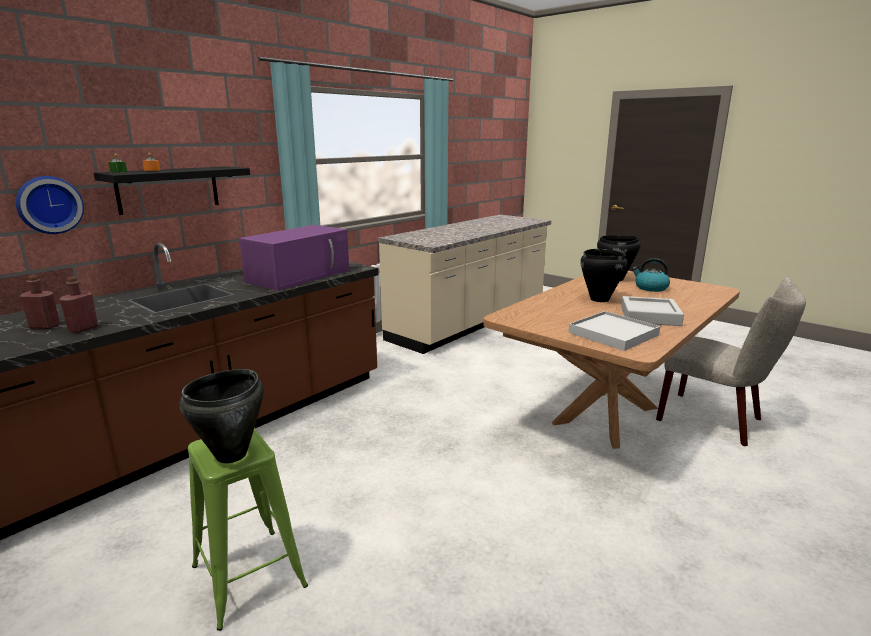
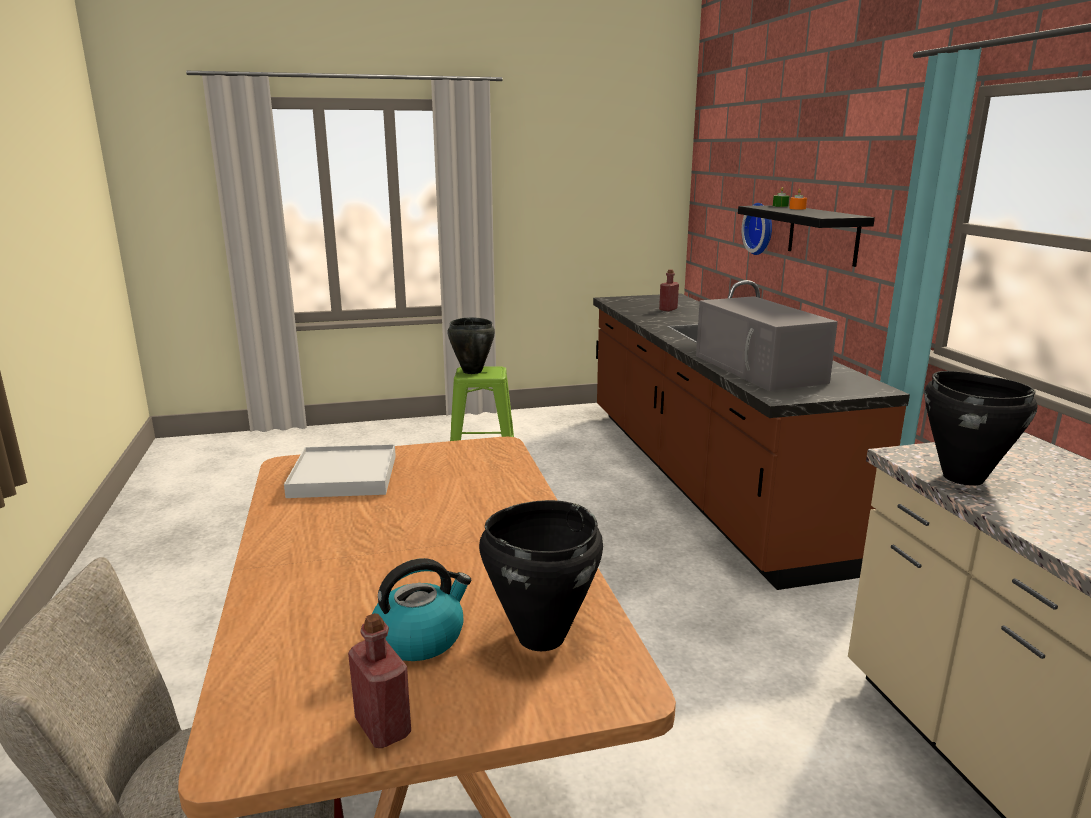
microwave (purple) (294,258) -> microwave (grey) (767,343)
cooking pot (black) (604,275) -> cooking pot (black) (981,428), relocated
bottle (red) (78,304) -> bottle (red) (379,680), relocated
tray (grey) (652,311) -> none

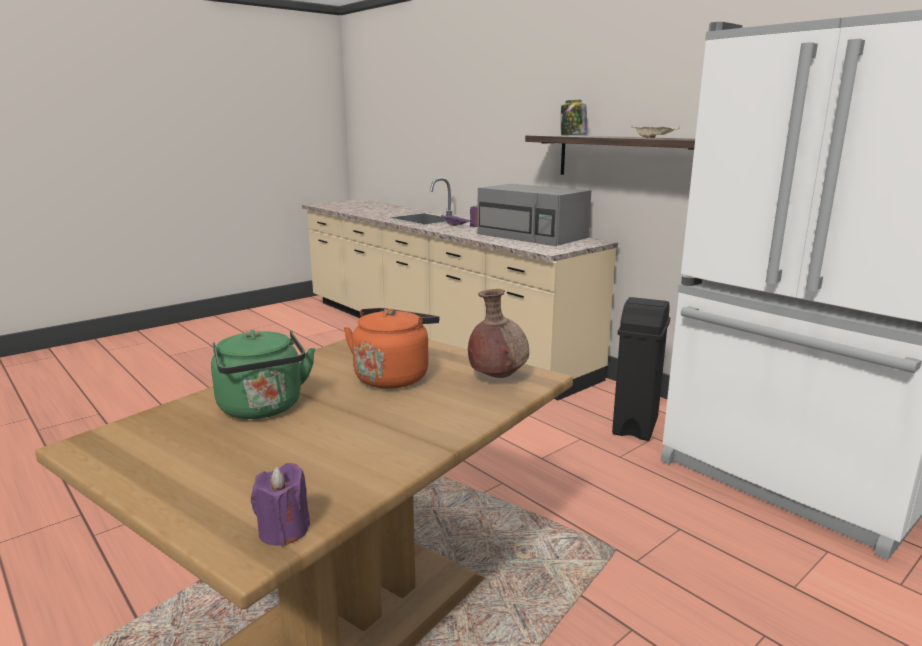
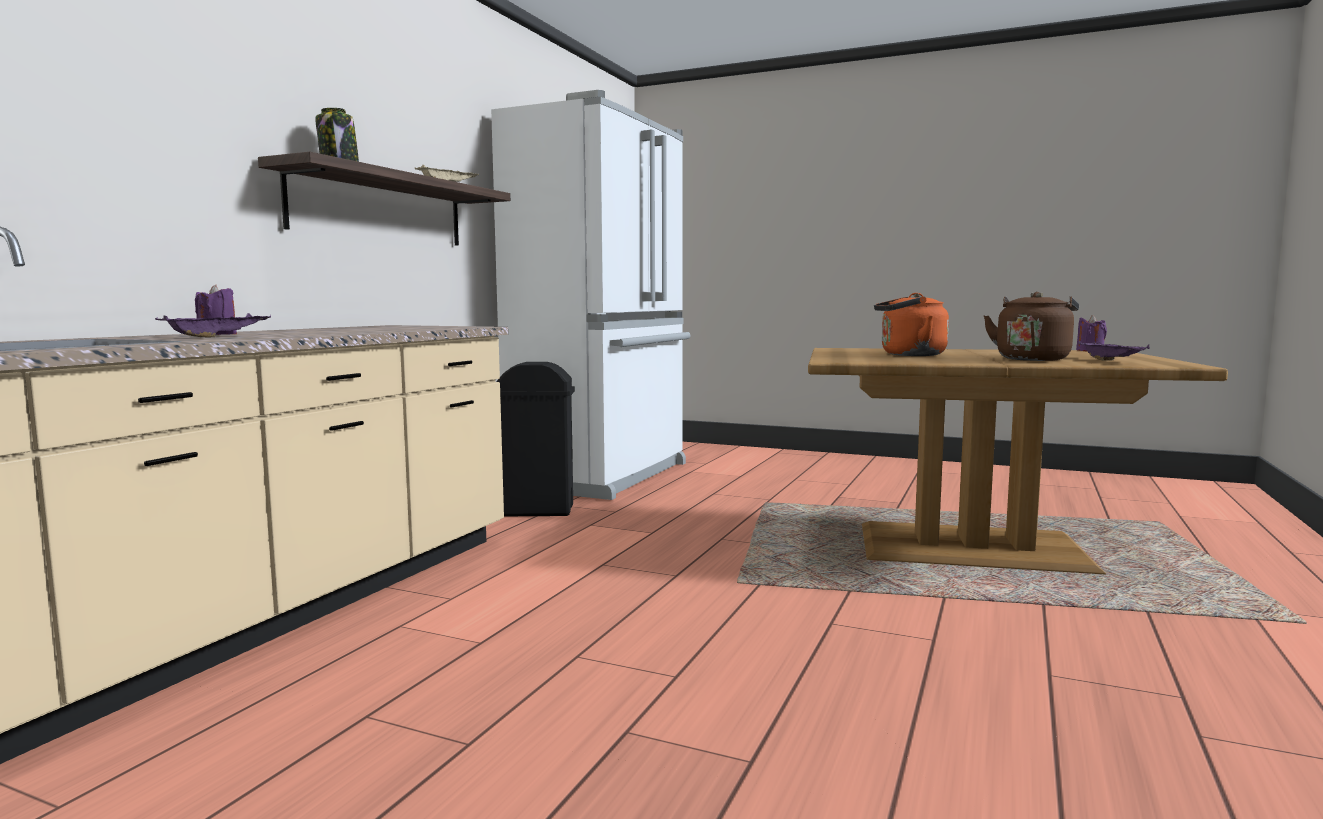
microwave (grey) (534,215) -> none
vase (brown) (498,333) -> none
kettle (green) (263,374) -> kettle (brown) (1031,326)
none -> tray (purple) (1114,351)

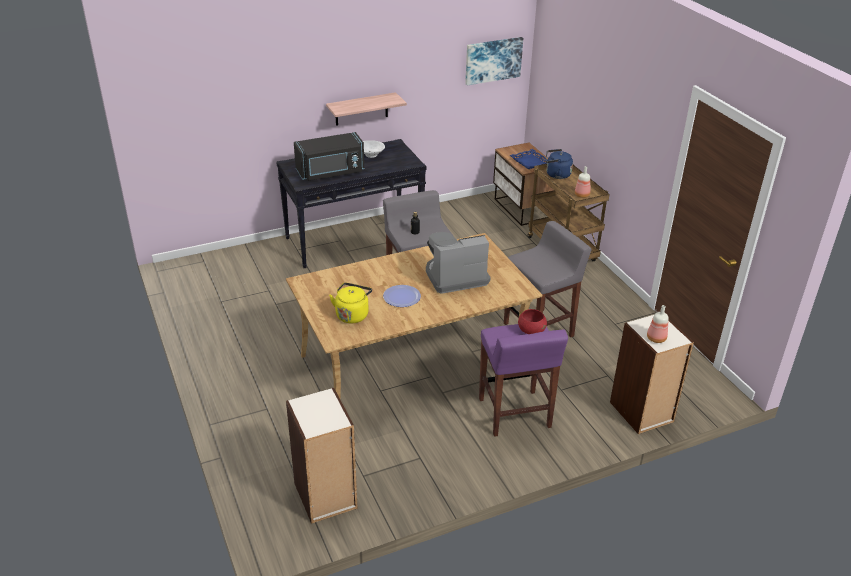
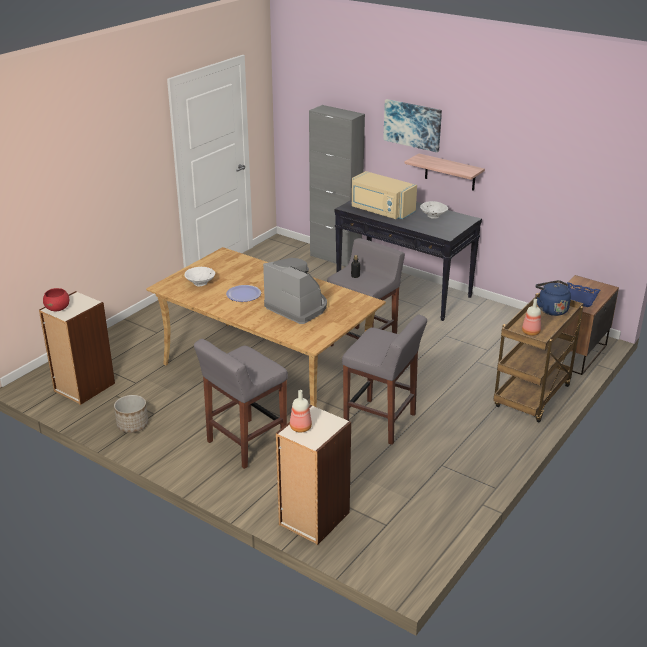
picture (494,61) -> picture (412,125), relocated
microwave (black) (329,156) -> microwave (beige) (384,195)
kettle (yellow) (350,303) -> bowl (white) (199,277)
bowl (red) (532,321) -> bowl (red) (56,299), relocated
stool (purple) (523,380) -> stool (grey) (241,404)
none -> cabinet (grey) (337,186)
none -> planter (131,414)

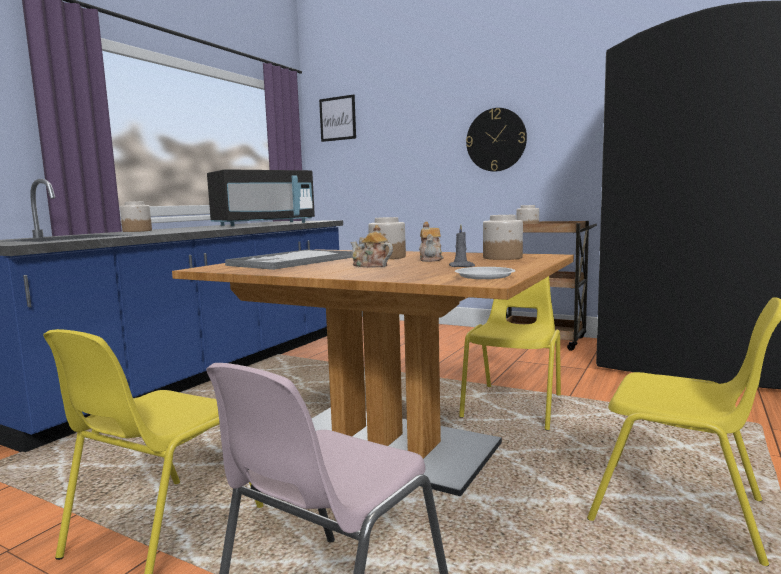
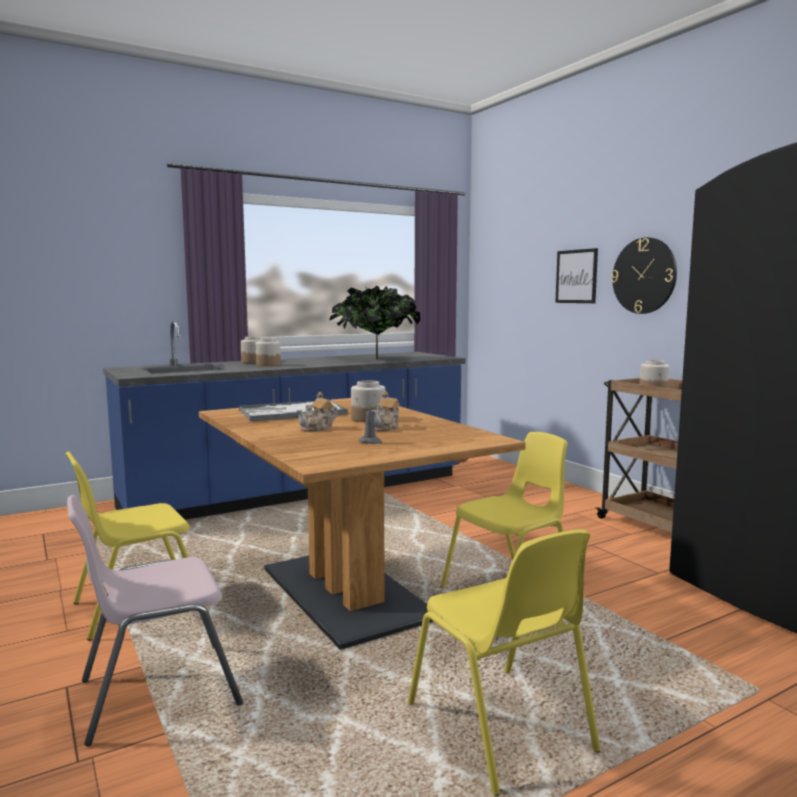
picture (337,118) -> picture (576,275), relocated
microwave (black) (261,197) -> potted plant (374,322)
jar (503,237) -> jar (268,352), relocated
teapot (372,246) -> teapot (317,412), 105 degrees counterclockwise
plate (white) (485,273) -> none

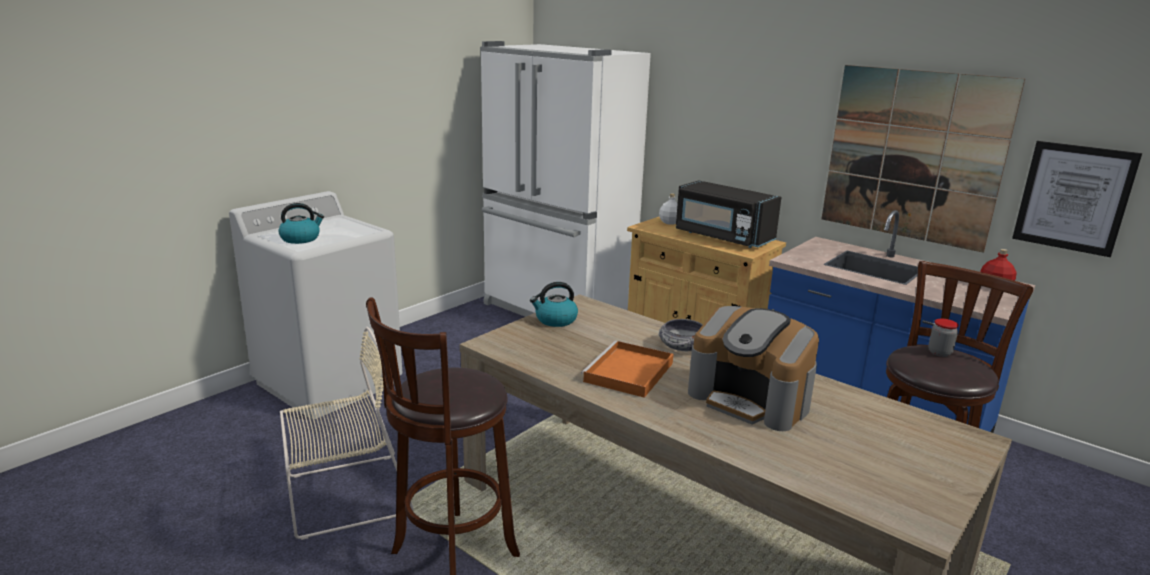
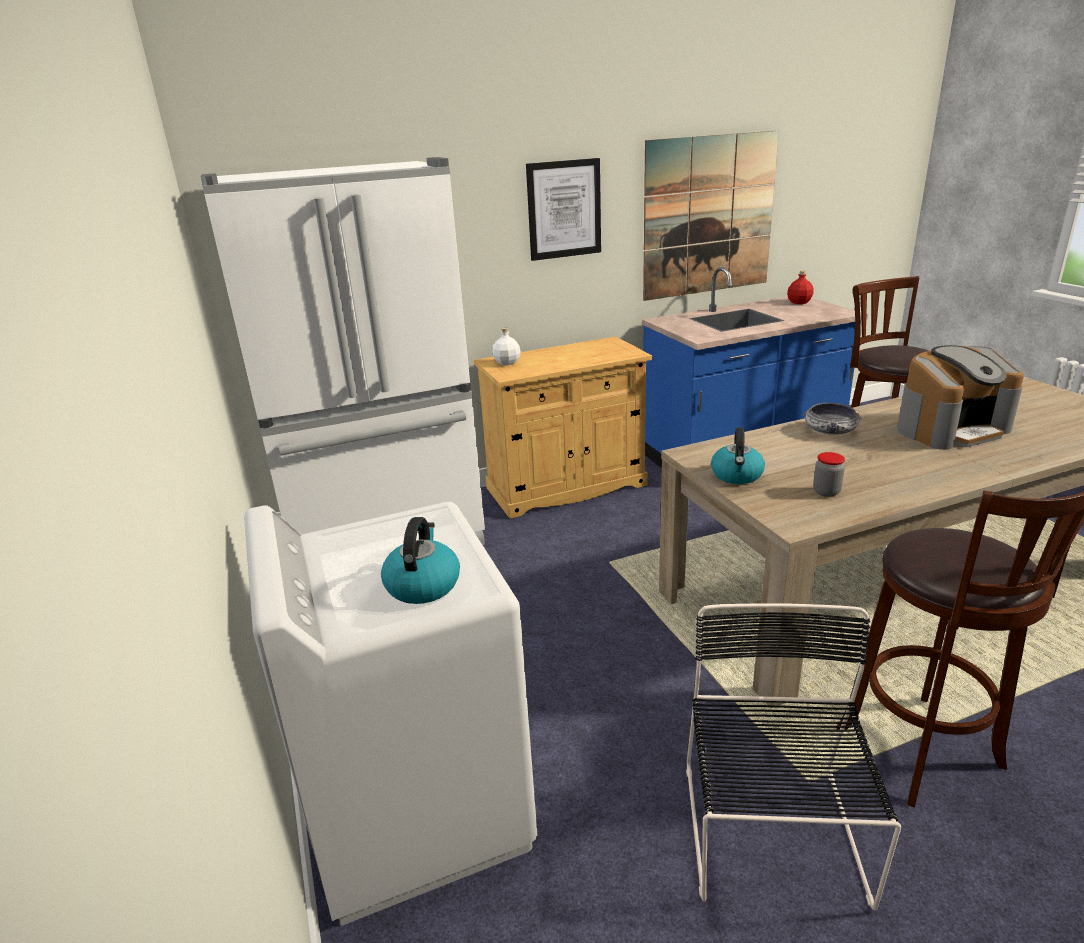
picture (1077,199) -> picture (563,209), relocated
microwave (black) (728,214) -> none
jar (943,338) -> jar (829,474), relocated
chair (beige) (347,433) -> chair (black) (793,757)
tray (orange) (627,369) -> none

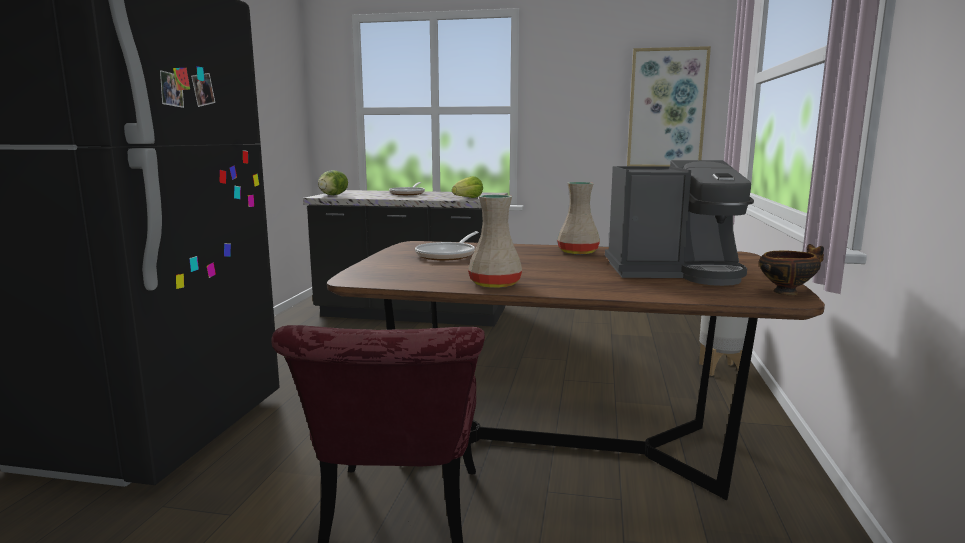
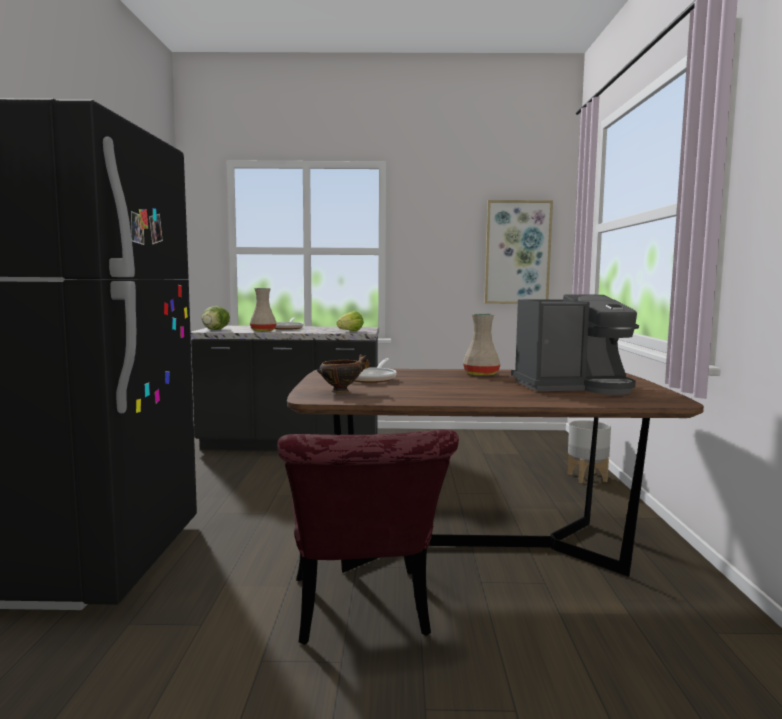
vase (beige) (495,241) -> vase (beige) (263,310), relocated
bowl (791,269) -> bowl (343,373), relocated

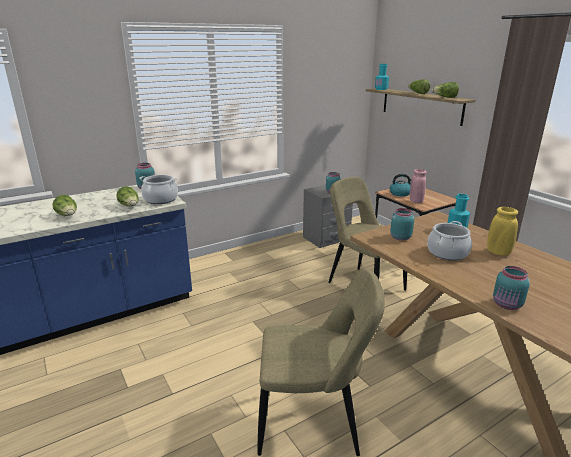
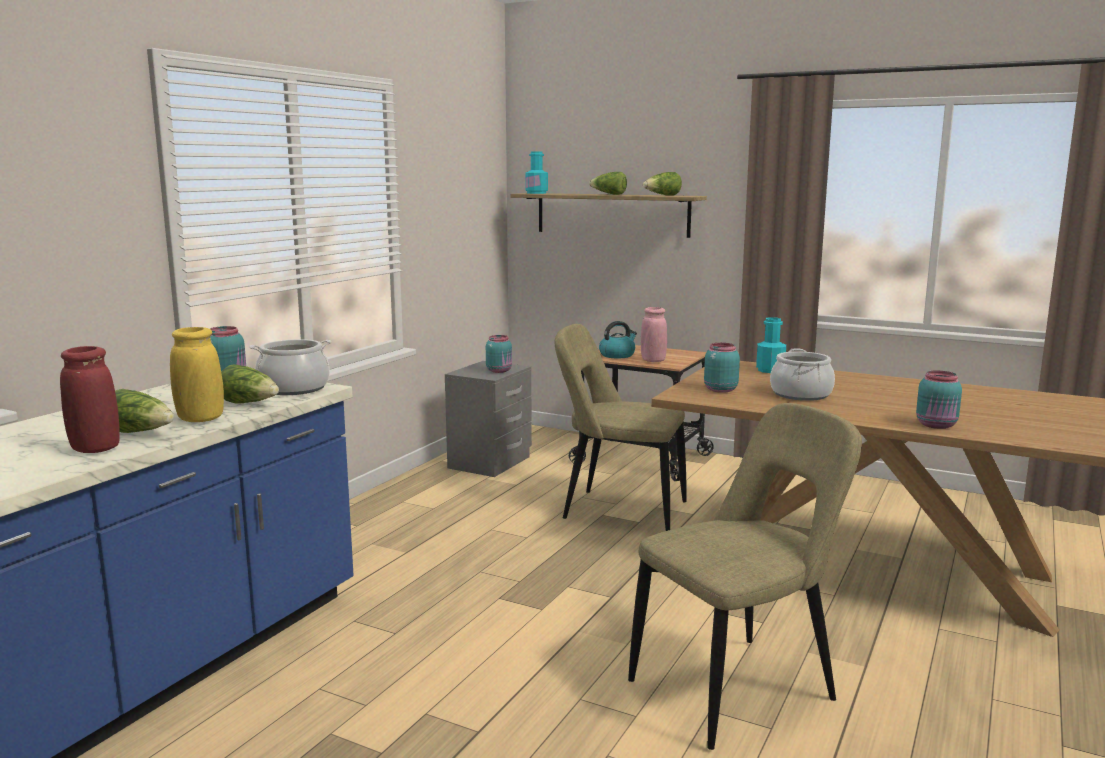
vase (yellow) (502,231) -> vase (yellow) (197,374), relocated
none -> vase (red) (90,399)

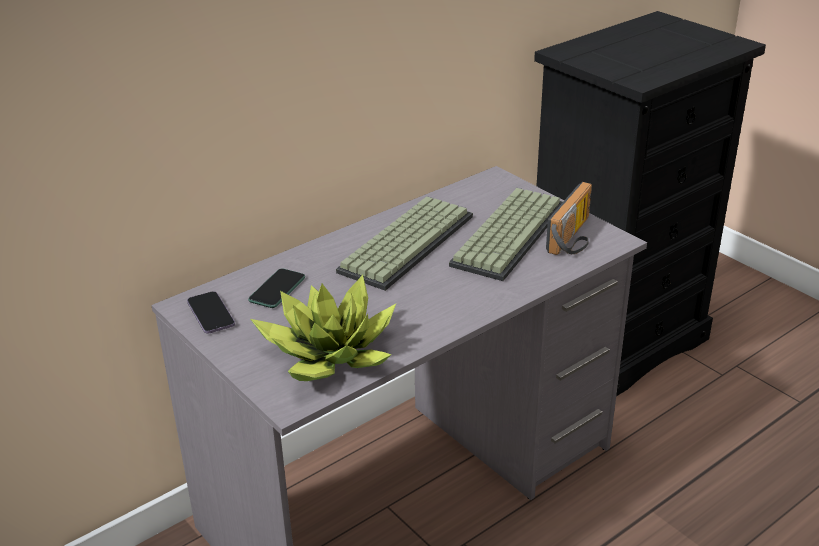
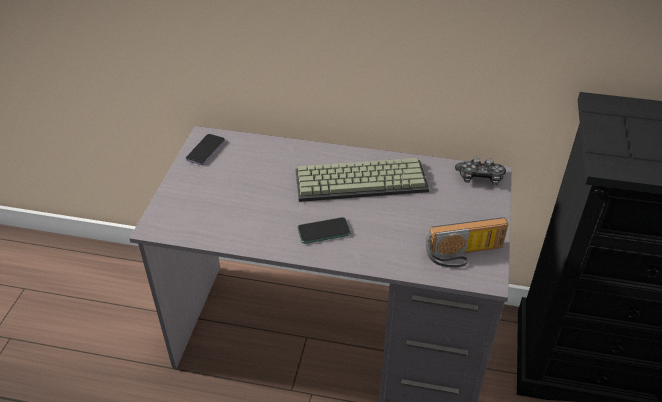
keyboard (506,234) -> none
phone (276,288) -> phone (324,230), relocated
potted plant (323,328) -> none
none -> game controller (480,171)

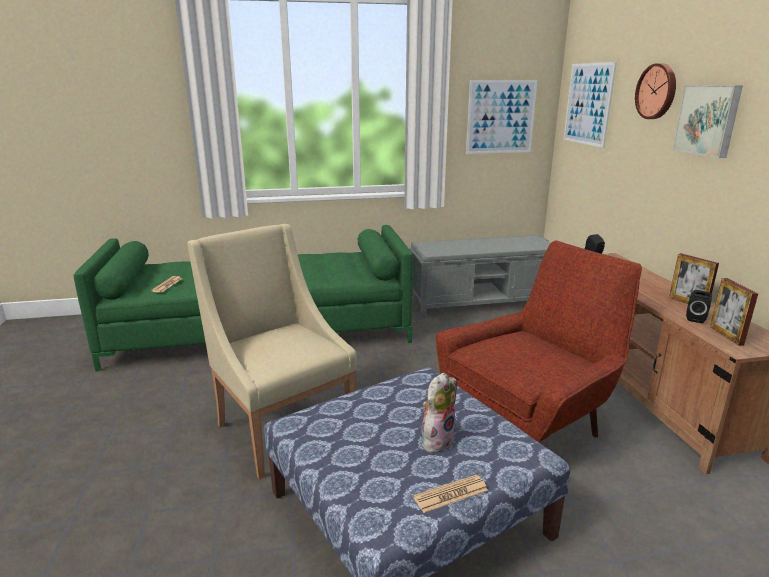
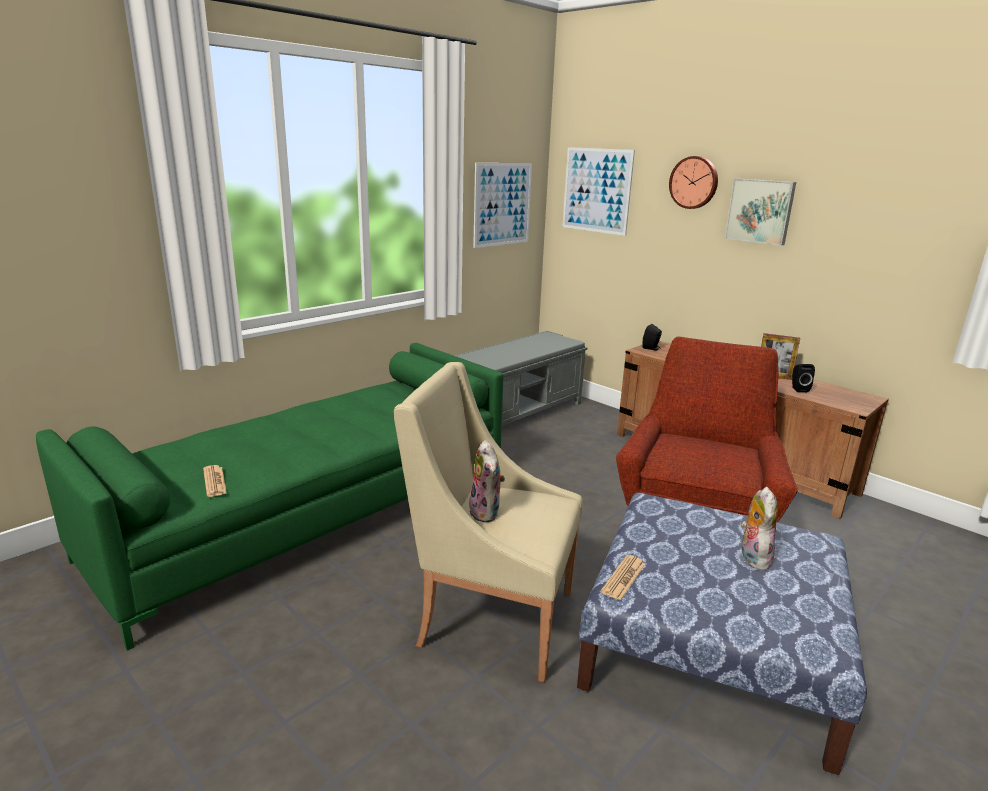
picture frame (734,312) -> none
newspaper (450,493) -> newspaper (622,578), relocated
none -> plush toy (487,481)

